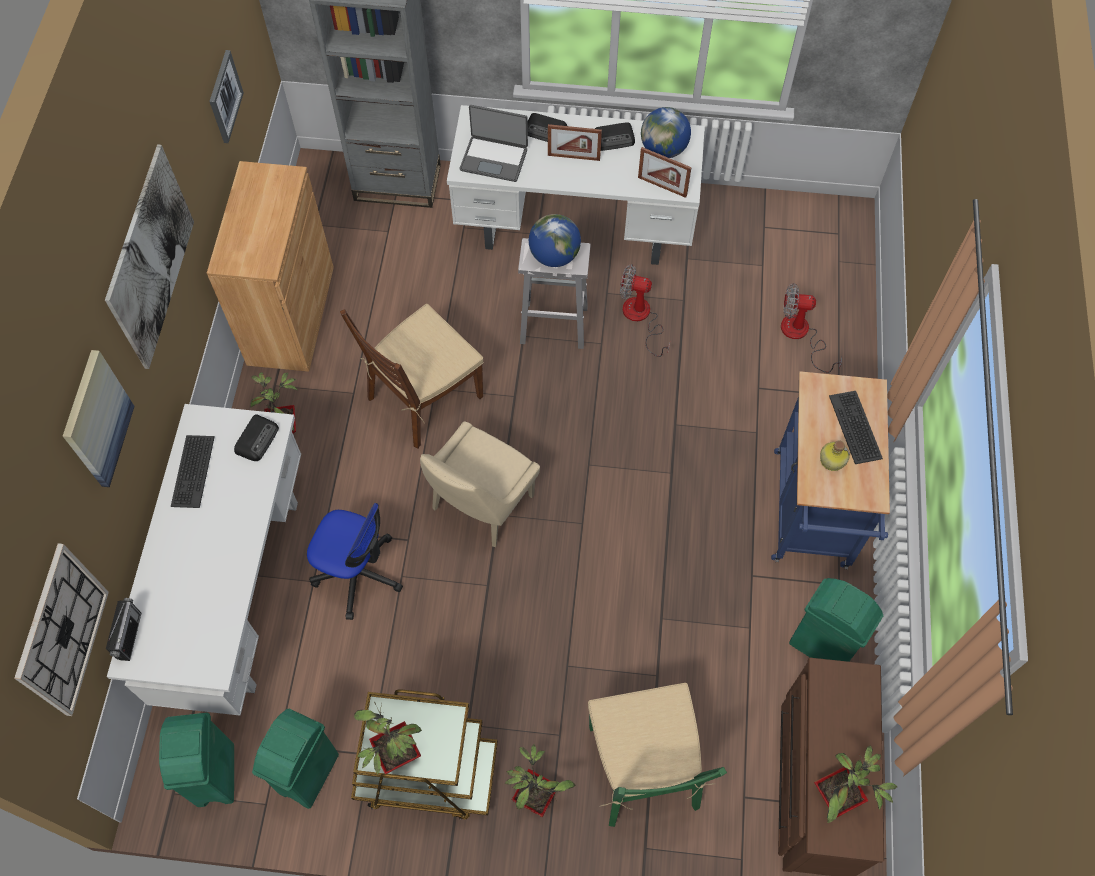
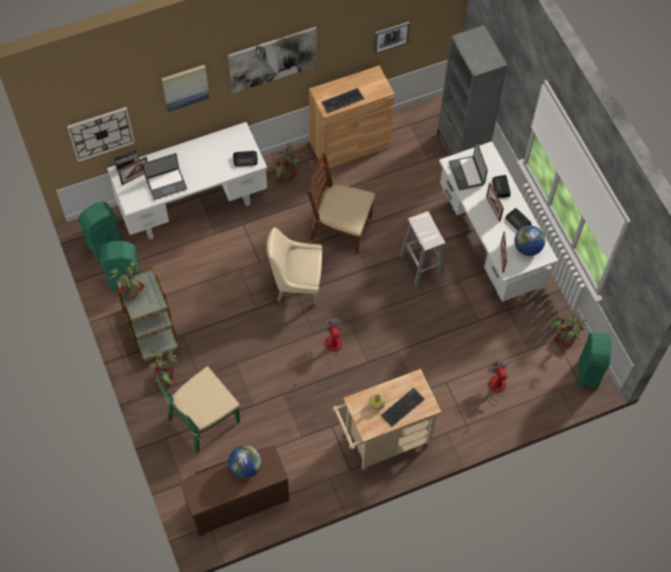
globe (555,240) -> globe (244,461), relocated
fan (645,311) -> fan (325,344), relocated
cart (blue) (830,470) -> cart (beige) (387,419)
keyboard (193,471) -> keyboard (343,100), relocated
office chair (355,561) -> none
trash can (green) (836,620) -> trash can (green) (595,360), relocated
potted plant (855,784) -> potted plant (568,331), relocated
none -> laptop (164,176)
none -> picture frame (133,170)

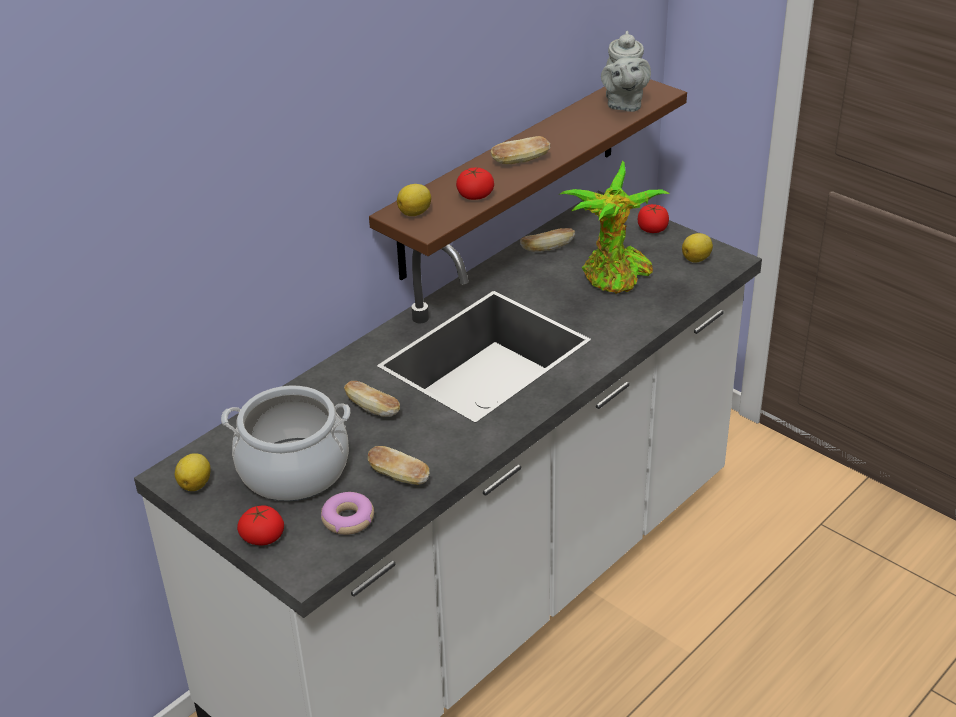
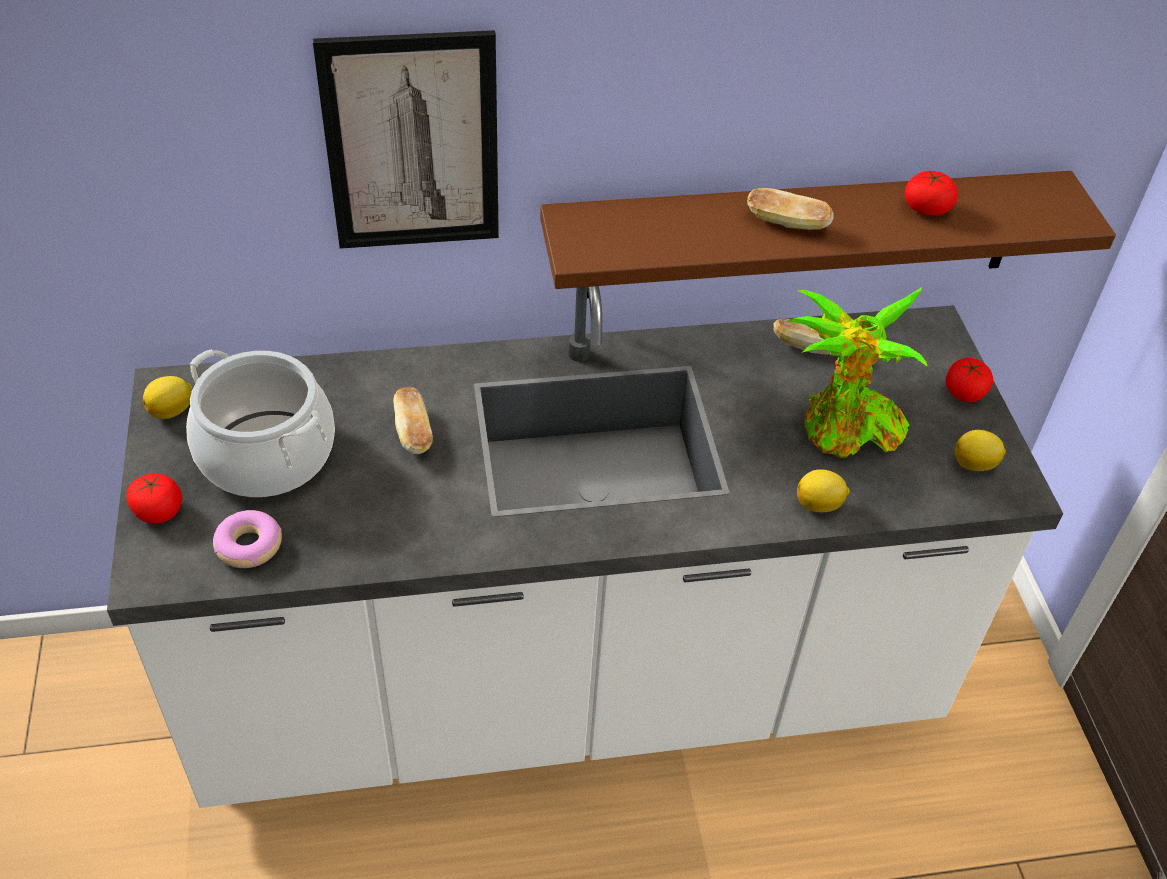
teapot (grey) (626,71) -> none
tomato (475,184) -> tomato (931,193), relocated
lemon (414,200) -> lemon (823,490), relocated
bread (398,465) -> none
none -> picture (406,139)

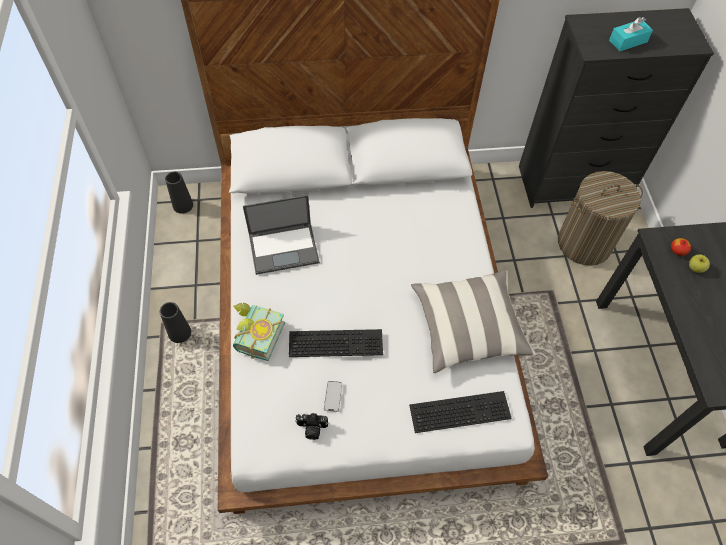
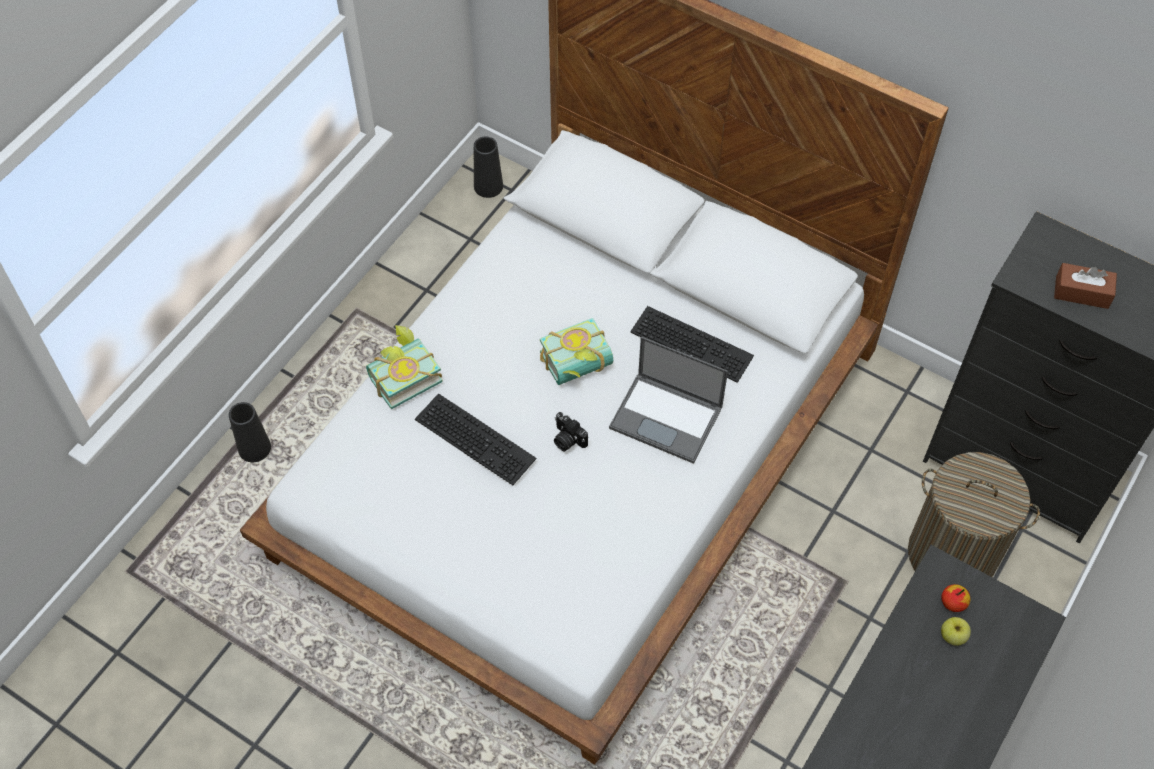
tissue box (turquoise) (631,34) -> tissue box (brown) (1085,286)
laptop (281,235) -> laptop (668,400), relocated
pillow (473,321) -> none
vase (black) (175,322) -> vase (black) (250,432), relocated
phone (333,396) -> none
keyboard (460,412) -> keyboard (692,344), relocated
photo camera (311,426) -> photo camera (571,431), relocated
none -> book (576,351)

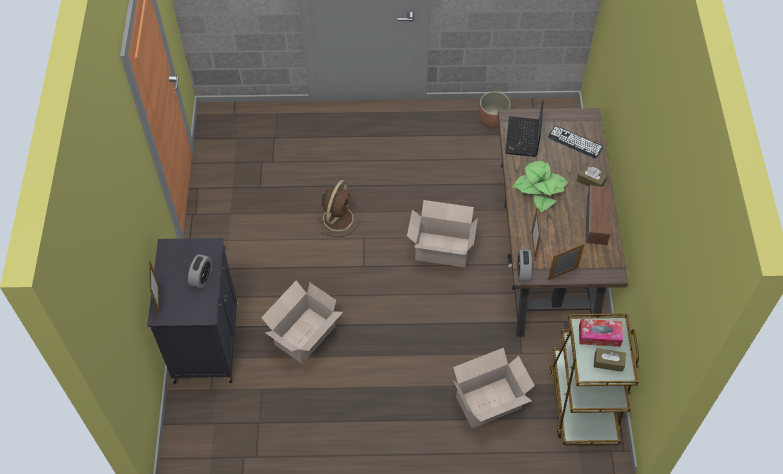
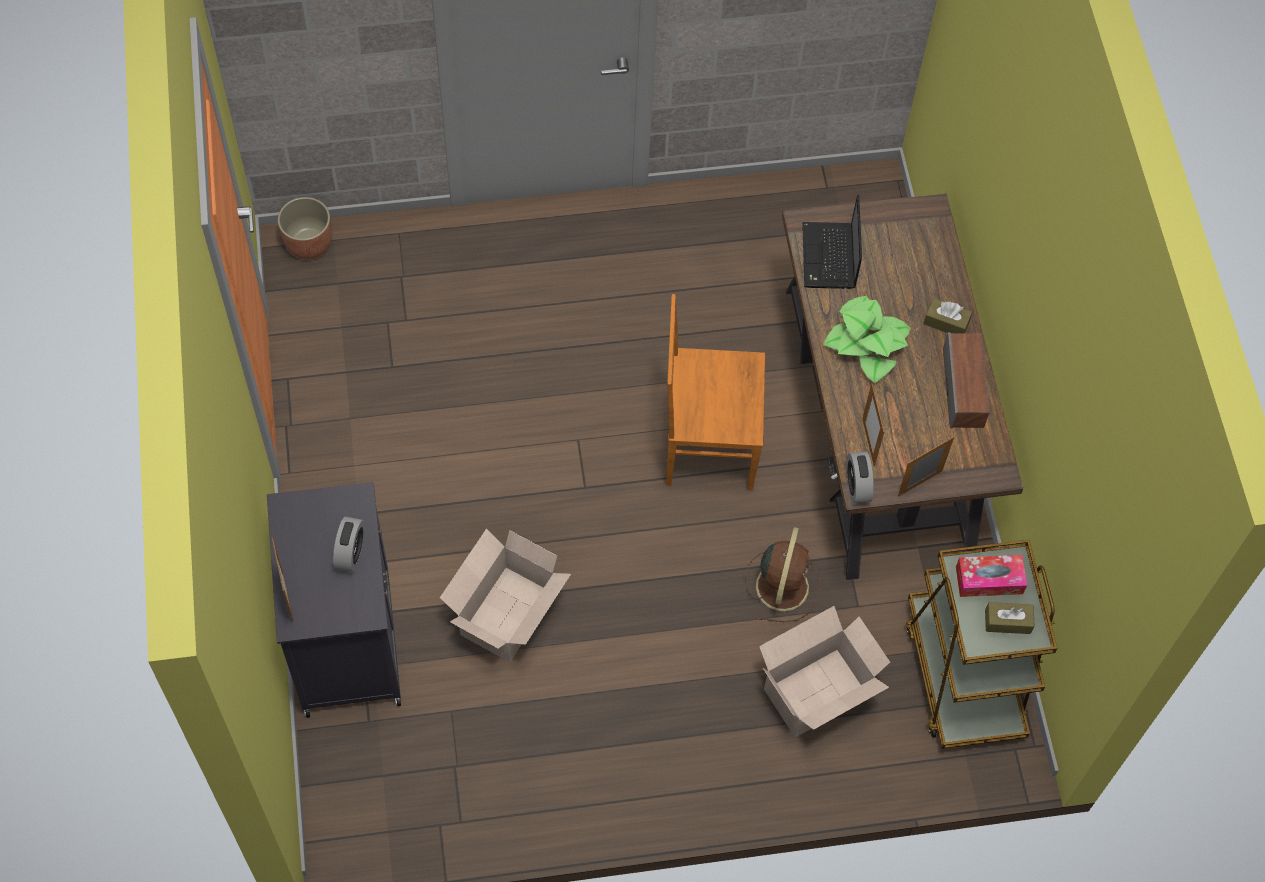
planter (495,110) -> planter (305,228), relocated
keyboard (575,142) -> none
fan (brown) (339,208) -> fan (brown) (783,574), relocated
cardboard box (442,233) -> chair (brown) (715,392)

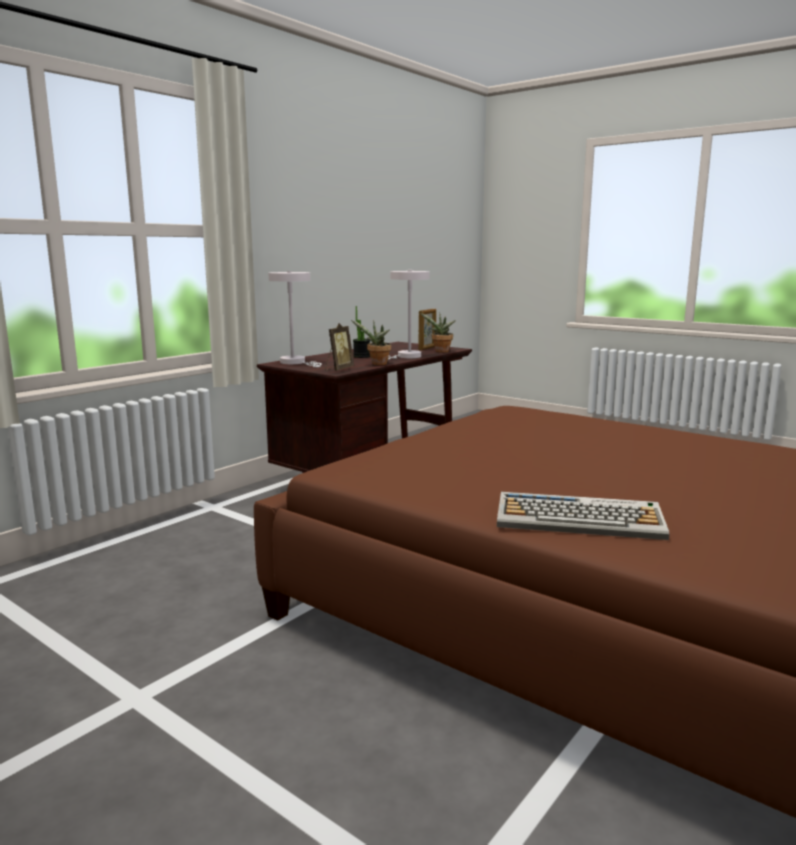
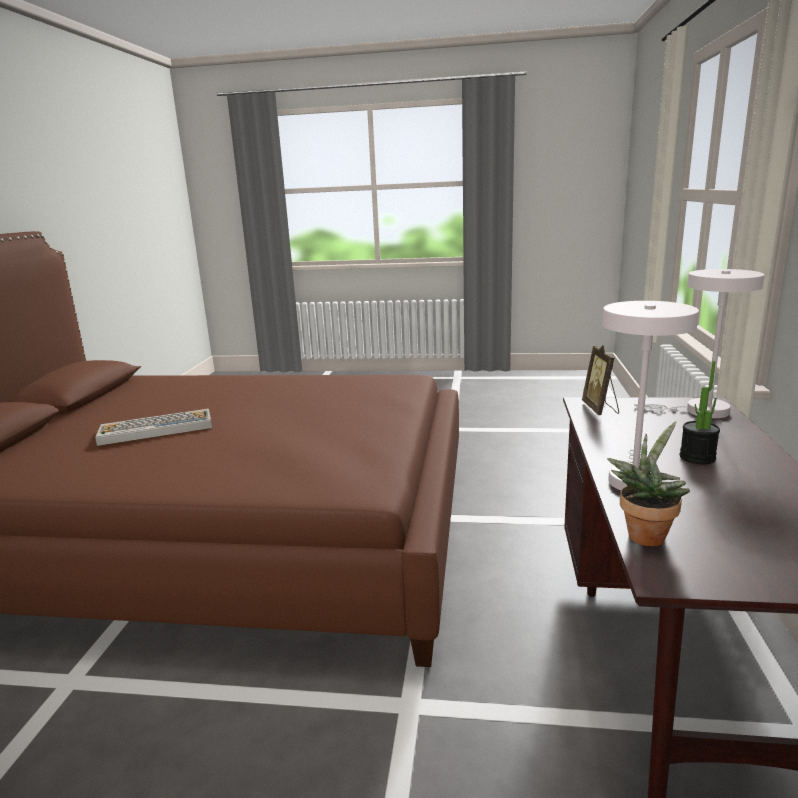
picture frame (427,329) -> none
potted plant (371,342) -> none
keyboard (583,516) -> keyboard (153,427), relocated

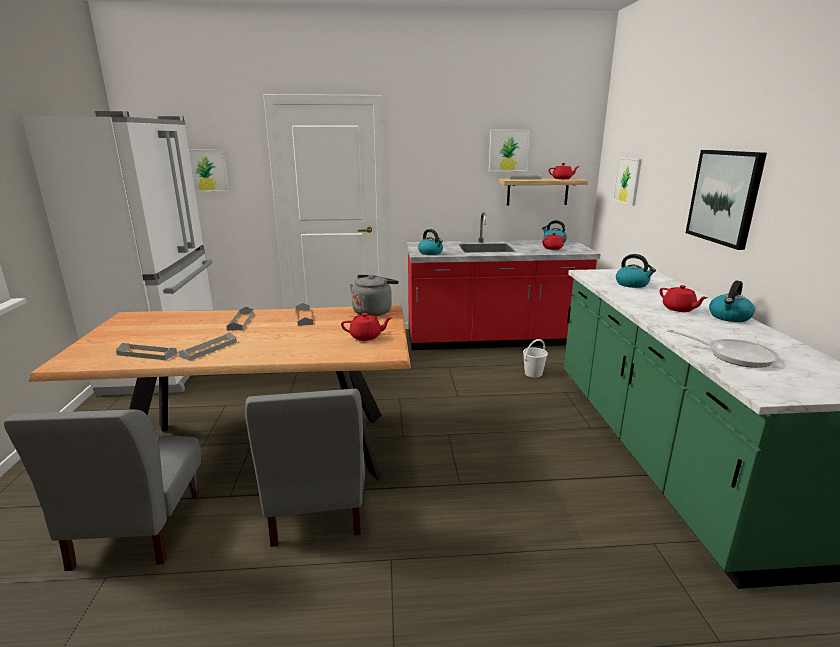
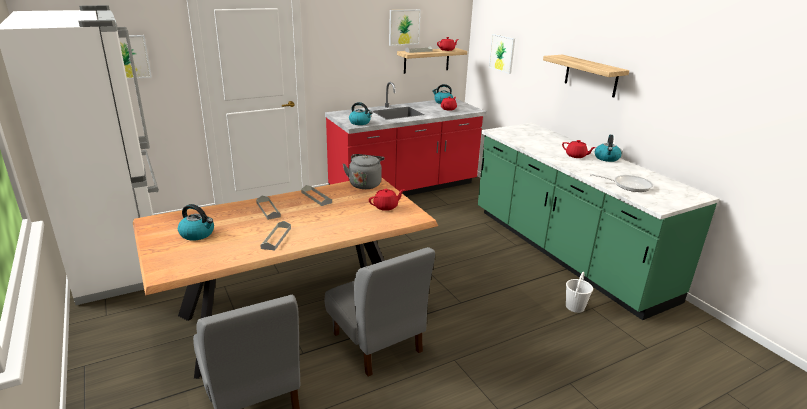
picture (726,200) -> shelf (586,76)
kettle (636,271) -> kettle (196,222), relocated
bucket (white) (535,358) -> bucket (white) (579,292), relocated
tray (grey) (146,351) -> none

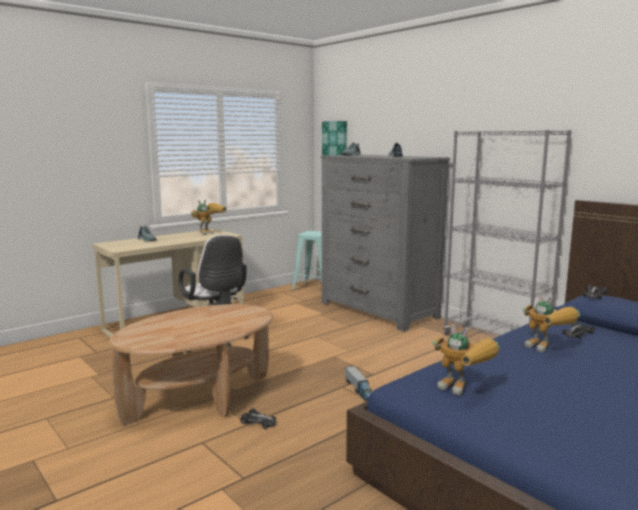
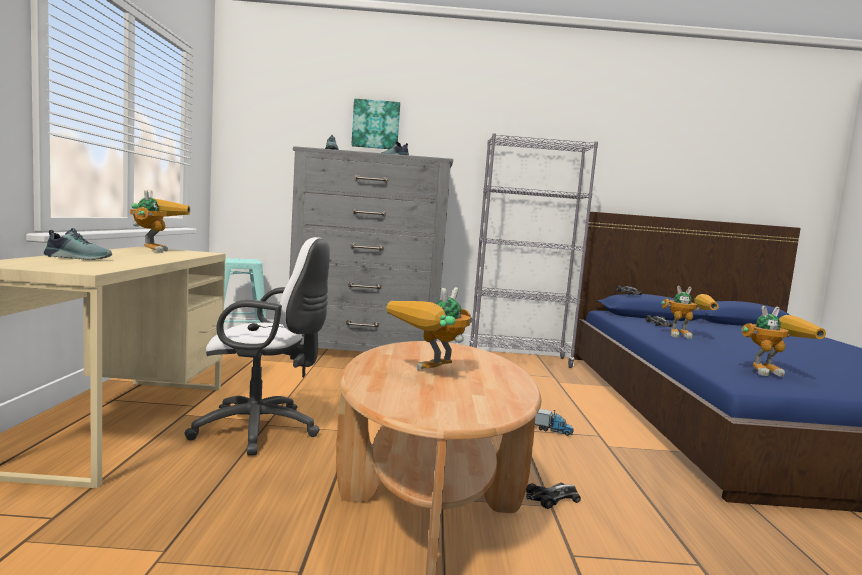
picture (334,138) -> picture (375,124), relocated
none -> toy robot (429,328)

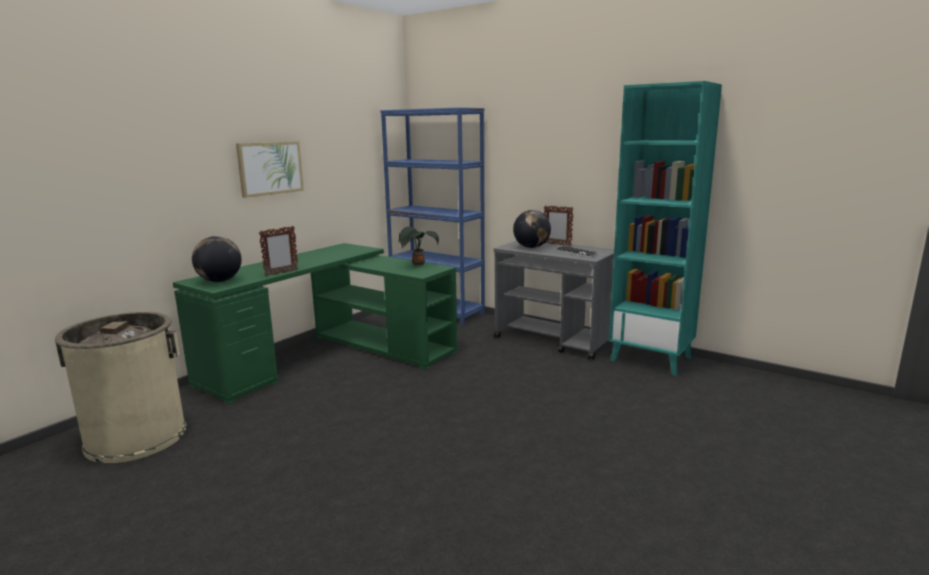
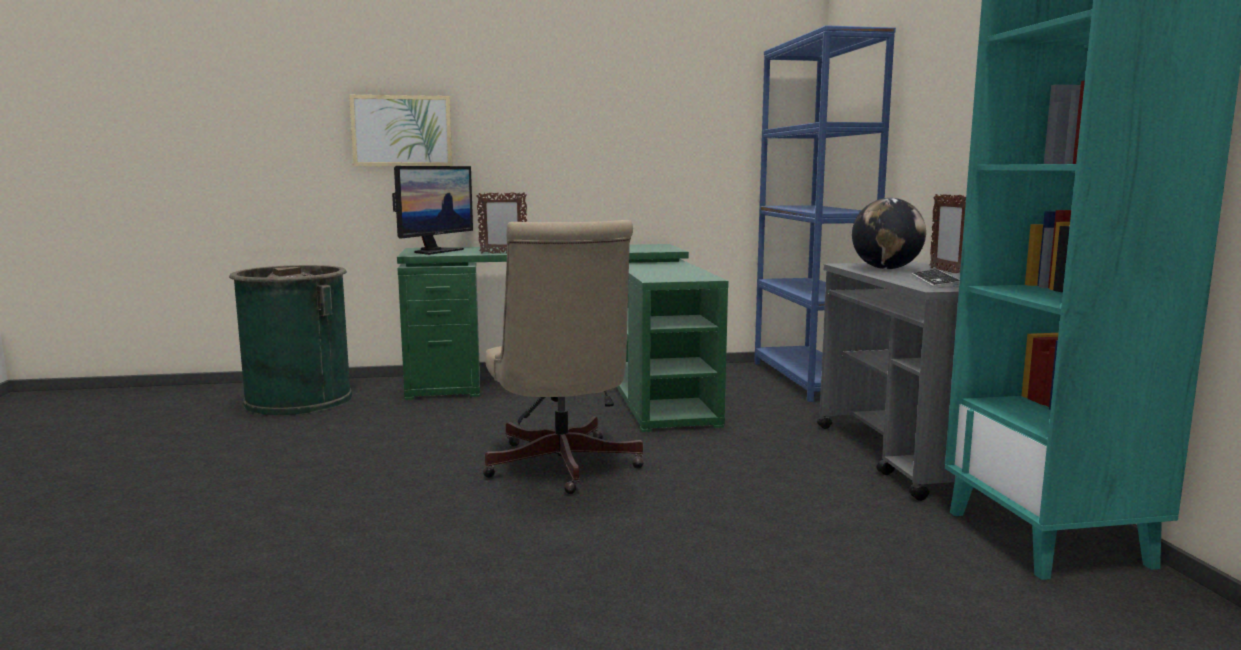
picture (270,169) -> picture (400,130), relocated
potted plant (419,246) -> none
globe (217,259) -> monitor (432,210)
trash can (beige) (121,387) -> trash can (green) (290,340)
none -> office chair (beige) (563,357)

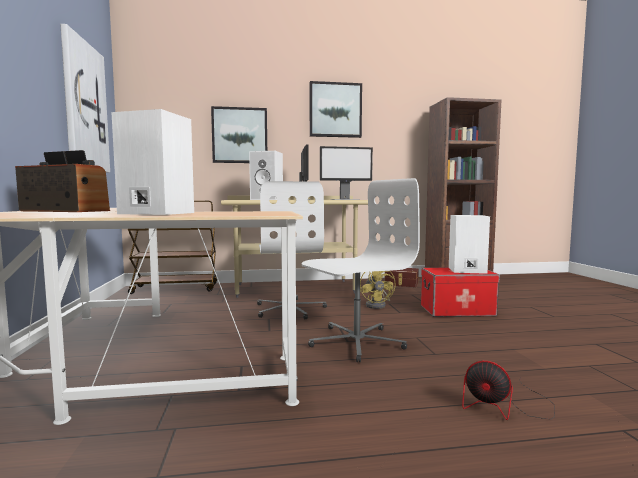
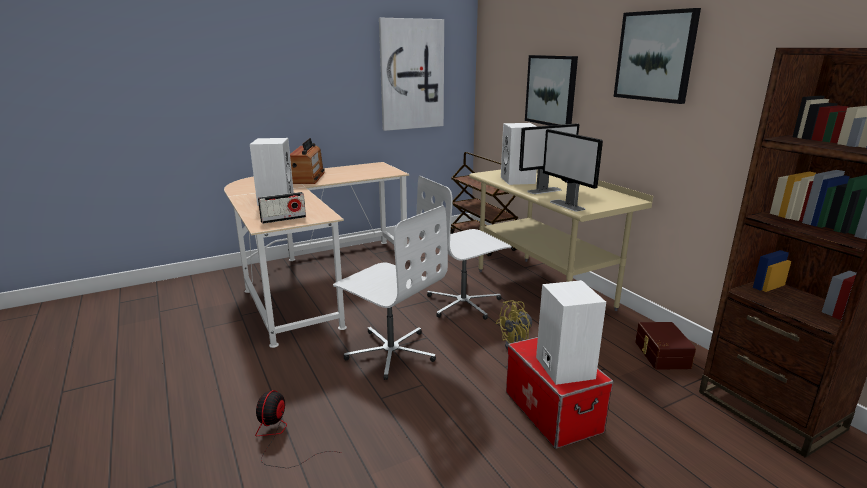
none -> radio (282,208)

